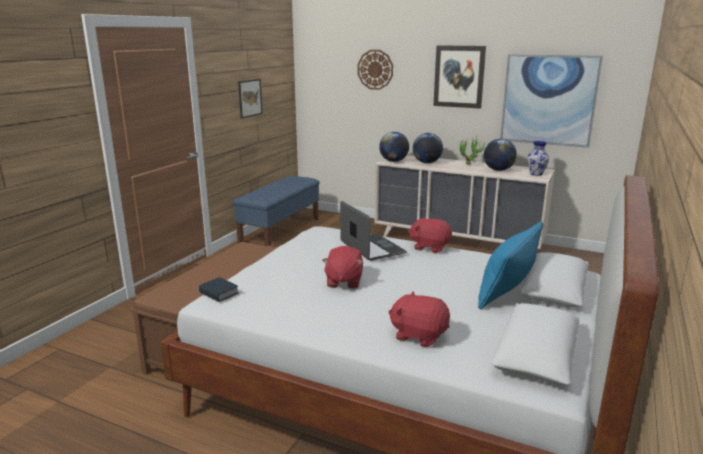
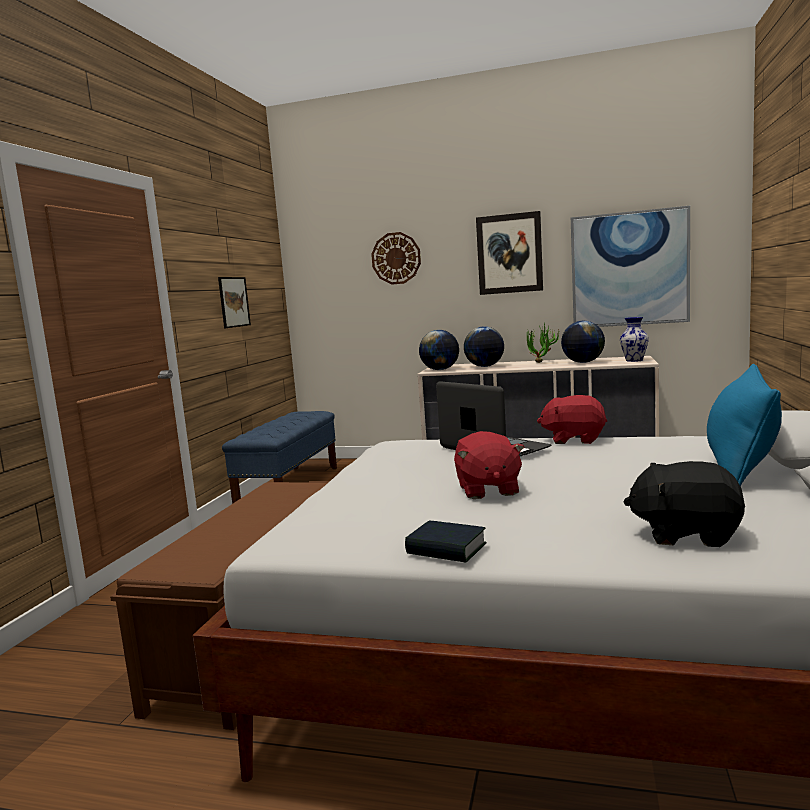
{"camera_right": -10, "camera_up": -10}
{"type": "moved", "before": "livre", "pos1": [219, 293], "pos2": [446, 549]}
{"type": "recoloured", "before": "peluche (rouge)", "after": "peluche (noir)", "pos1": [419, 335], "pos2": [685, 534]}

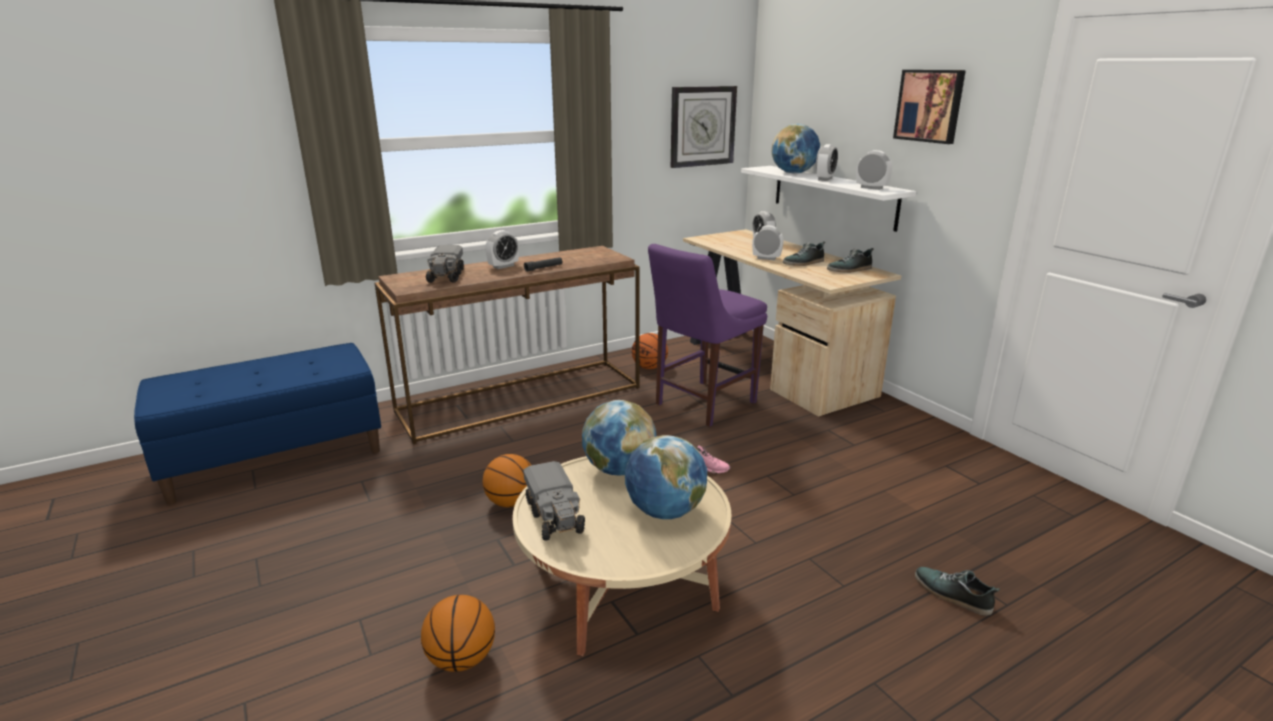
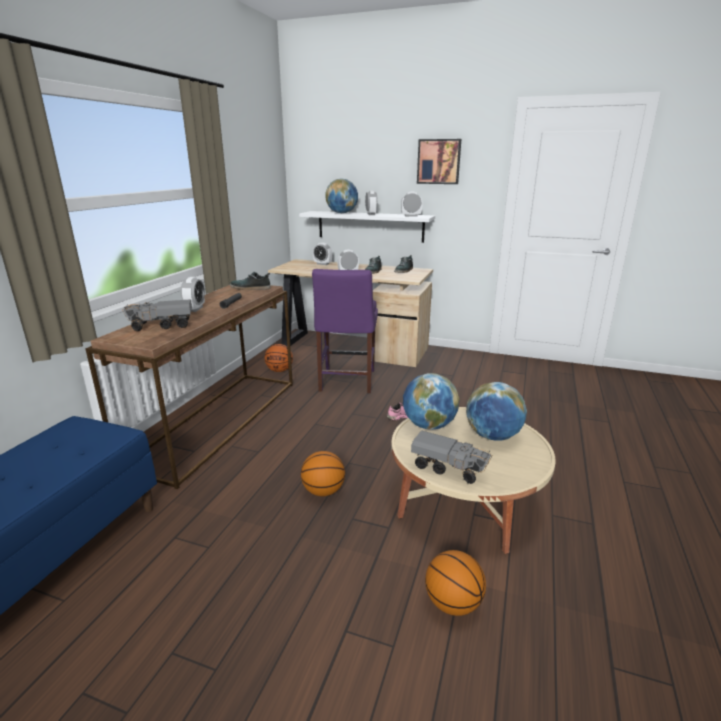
{"camera_right": -40, "camera_up": 0}
{"type": "removed", "before": "horloge murale", "pos1": [702, 126]}
{"type": "turned", "before": "camion jouet", "pos1": [446, 276], "pos2": [162, 325], "turn": 120}
{"type": "moved", "before": "chaussure", "pos1": [952, 595], "pos2": [250, 288]}

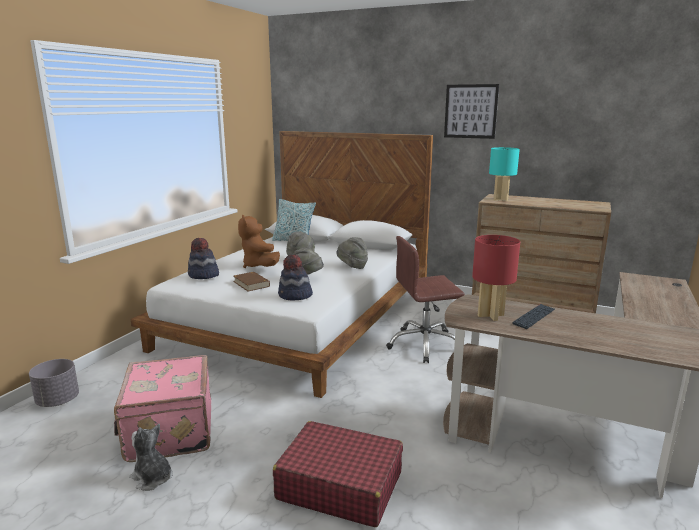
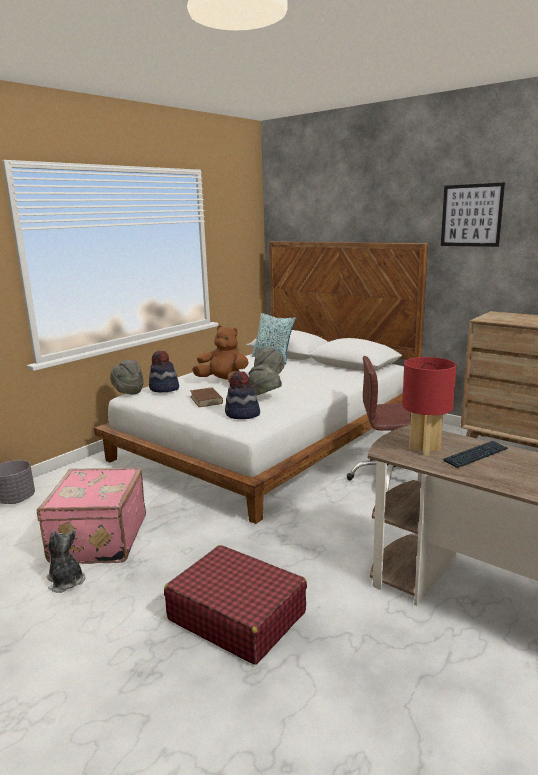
{"camera_right": 15, "camera_up": 0}
{"type": "removed", "before": "lampe de table (turquoise)", "pos1": [500, 199]}
{"type": "turned", "before": "peluche (marron)", "pos1": [259, 266], "pos2": [224, 382], "turn": 120}
{"type": "moved", "before": "chapeau (gris)", "pos1": [352, 267], "pos2": [128, 392]}

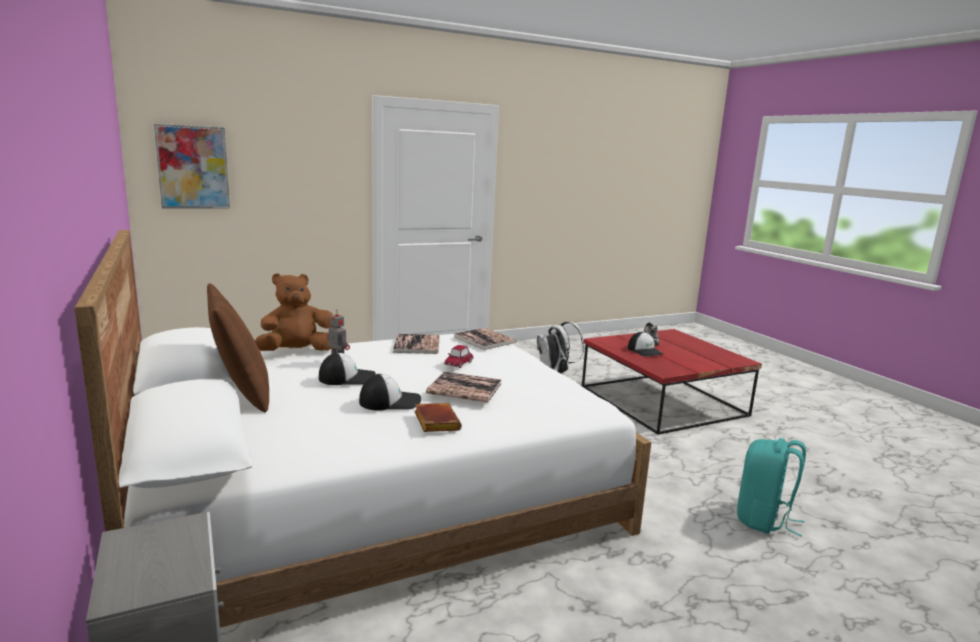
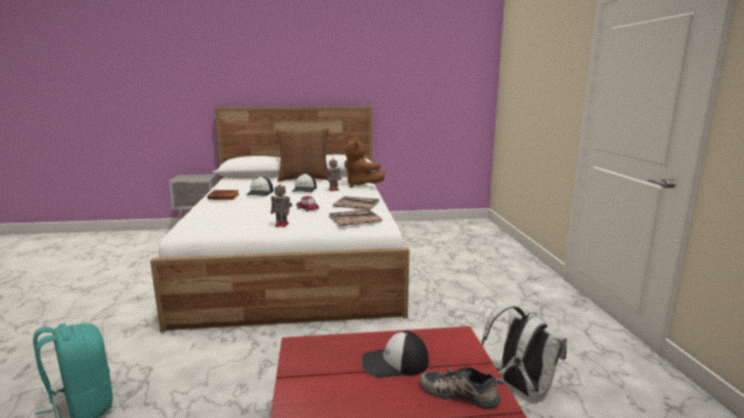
{"camera_right": 110, "camera_up": 0}
{"type": "removed", "before": "tableau", "pos1": [193, 167]}
{"type": "turned", "before": "peluche (marron)", "pos1": [297, 352], "pos2": [361, 185], "turn": 150}
{"type": "removed", "before": "livre", "pos1": [464, 388]}
{"type": "added", "after": "robot jouet", "pos2": [282, 225]}

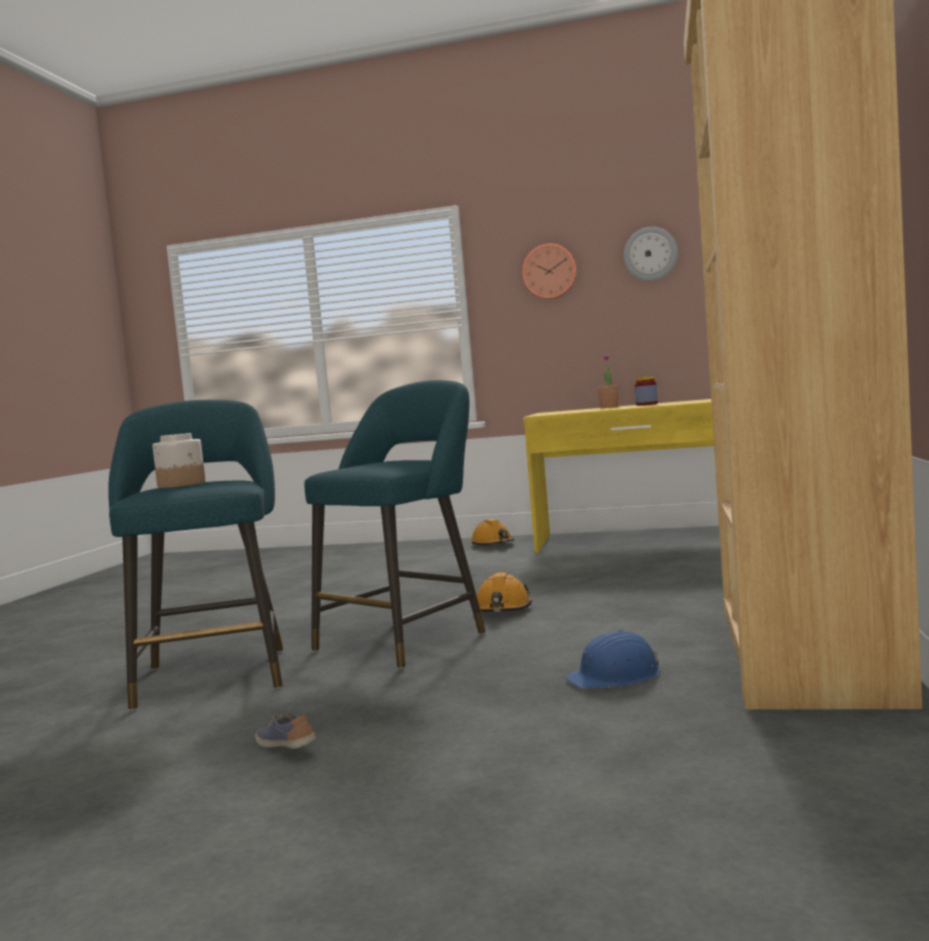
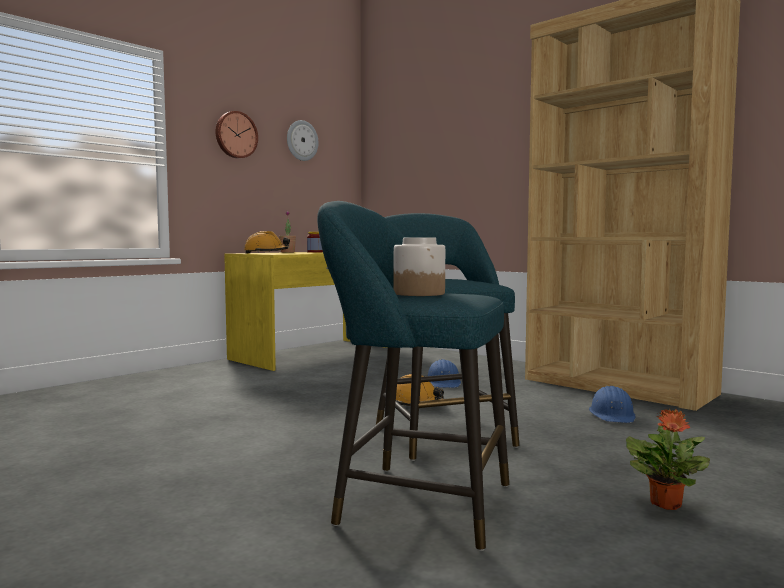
{"camera_right": -60, "camera_up": 0}
{"type": "moved", "before": "casque de chantier (orange)", "pos1": [493, 544], "pos2": [266, 253]}
{"type": "replaced", "before": "chaussure", "after": "plante en pot", "pos1": [287, 747], "pos2": [666, 503]}
{"type": "added", "after": "casque de chantier (bleu)", "pos2": [443, 383]}

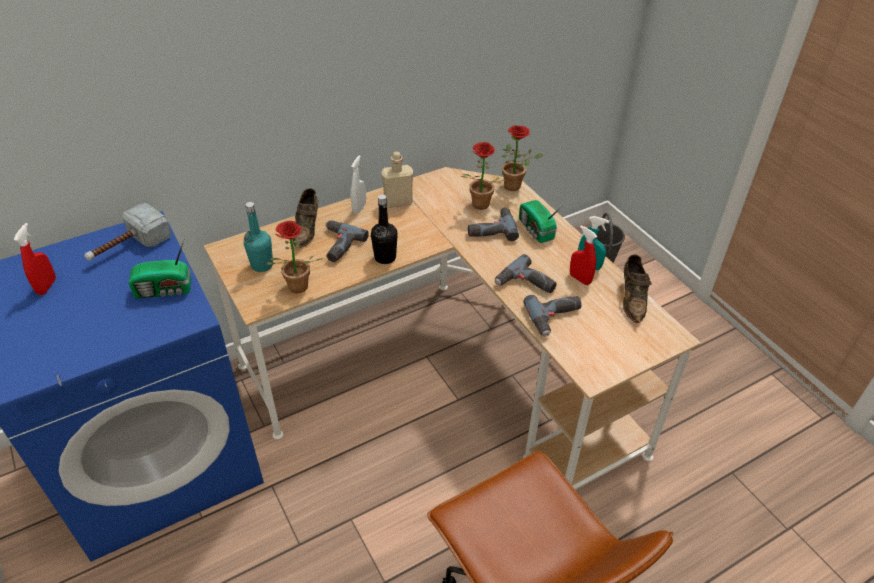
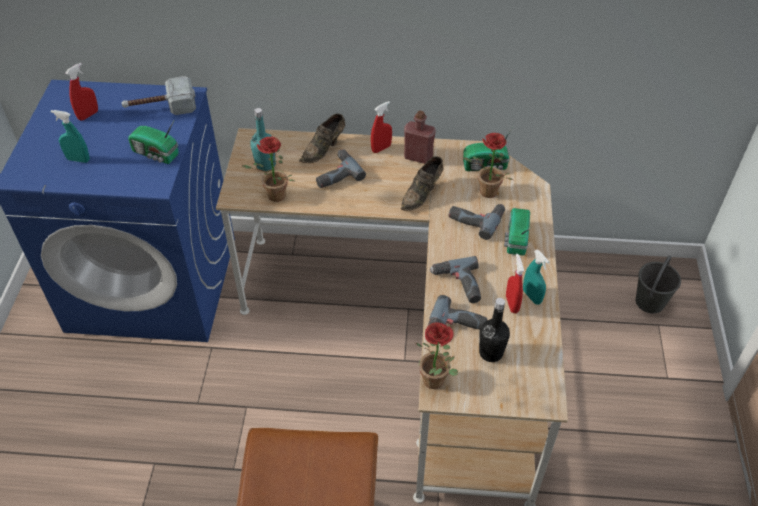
{"camera_right": 35, "camera_up": 5}
{"type": "moved", "before": "plante en pot", "pos1": [516, 186], "pos2": [437, 382]}
{"type": "recoloured", "before": "bouteille (beige)", "after": "bouteille (rouge)", "pos1": [398, 202], "pos2": [418, 157]}
{"type": "recoloured", "before": "vaporisateur (blanc)", "after": "vaporisateur (rouge)", "pos1": [359, 208], "pos2": [381, 148]}
{"type": "moved", "before": "bouteille (noir)", "pos1": [385, 257], "pos2": [491, 353]}
{"type": "moved", "before": "chaussure (marron)", "pos1": [632, 299], "pos2": [422, 194]}
{"type": "added", "after": "vaporisateur (turquoise)", "pos2": [78, 159]}
{"type": "added", "after": "radio", "pos2": [486, 166]}

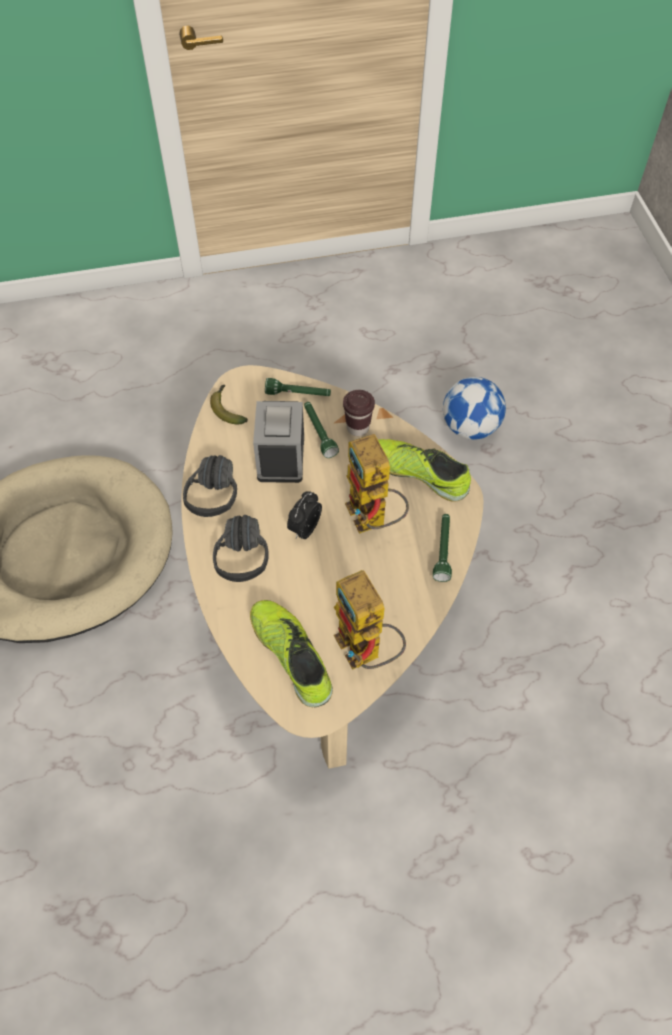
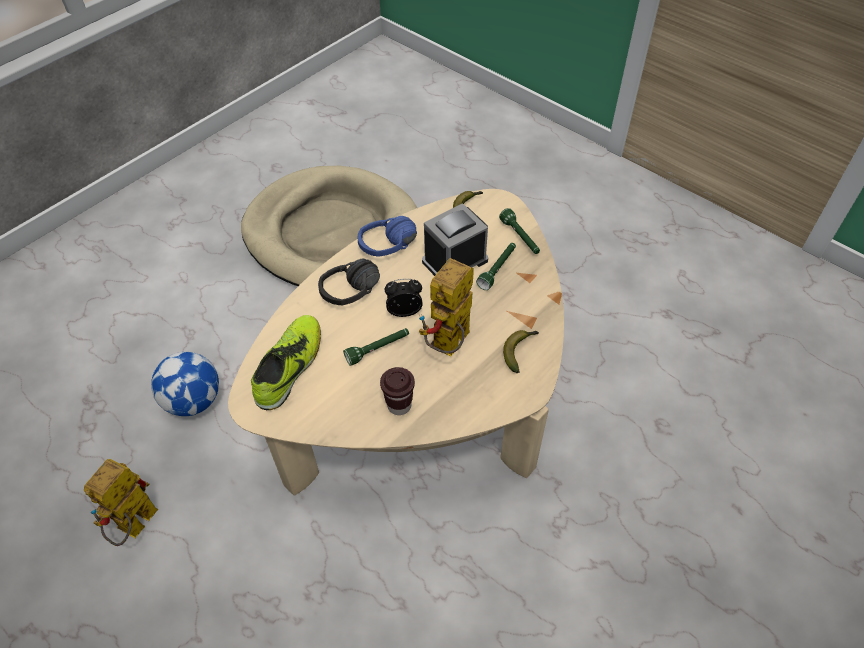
{"camera_right": 55, "camera_up": -5}
{"type": "moved", "before": "ballon de foot", "pos1": [470, 427], "pos2": [194, 401]}
{"type": "moved", "before": "tasse (marron)", "pos1": [358, 428], "pos2": [399, 405]}
{"type": "replaced", "before": "chaussure", "after": "banane", "pos1": [417, 474], "pos2": [520, 351]}
{"type": "recoloured", "before": "casque audio (noir)", "after": "casque audio (bleu)", "pos1": [224, 496], "pos2": [392, 250]}
{"type": "moved", "before": "lampe de poche (vert)", "pos1": [443, 550], "pos2": [378, 349]}
{"type": "moved", "before": "robot jouet", "pos1": [365, 653], "pos2": [135, 528]}

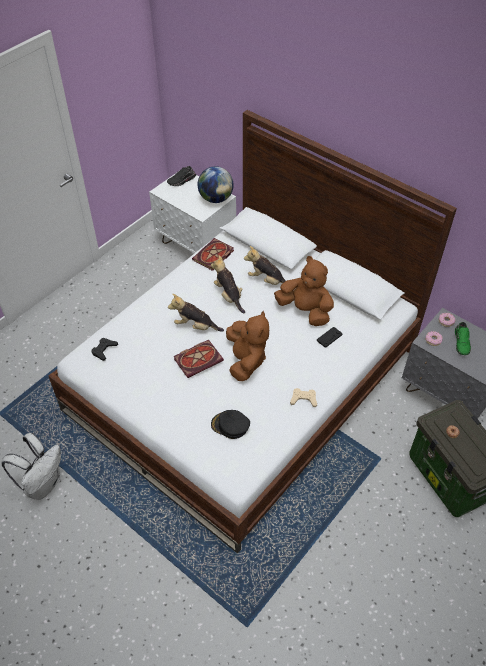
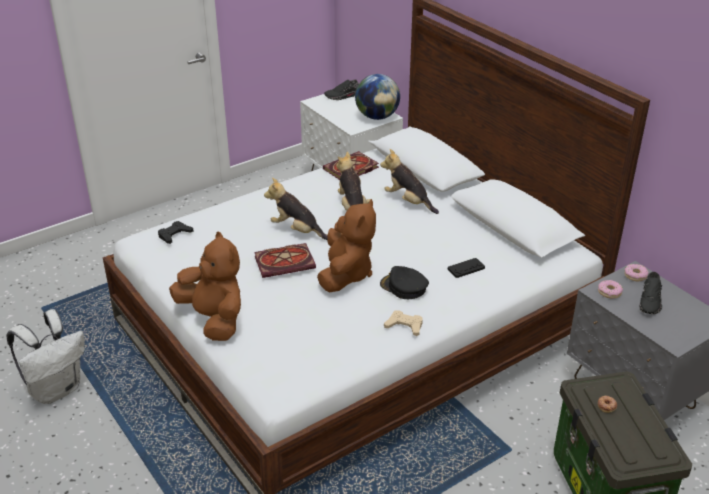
{"camera_right": 15, "camera_up": -15}
{"type": "moved", "before": "peluche (marron)", "pos1": [305, 310], "pos2": [214, 319]}
{"type": "recoloured", "before": "chaussure (vert)", "after": "chaussure (noir)", "pos1": [462, 342], "pos2": [651, 301]}
{"type": "moved", "before": "casquette (noir)", "pos1": [230, 426], "pos2": [403, 287]}

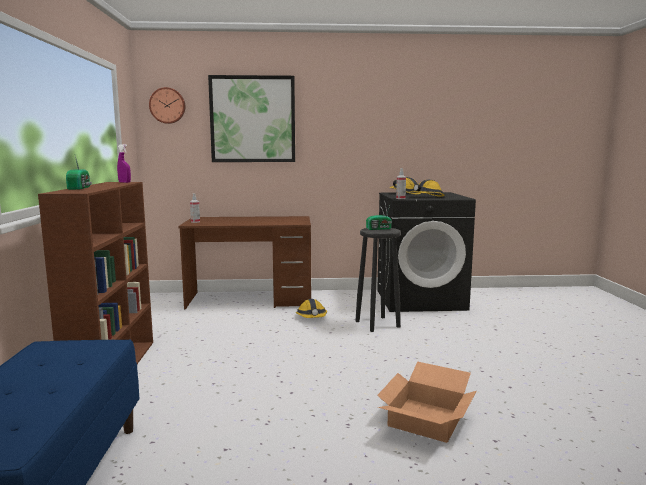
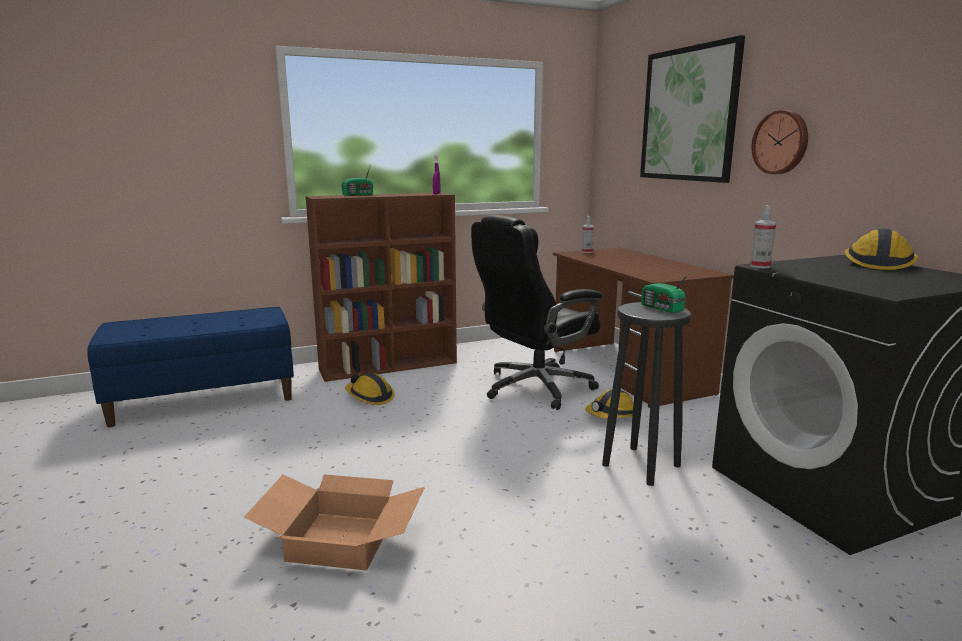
{"camera_right": 70, "camera_up": 5}
{"type": "moved", "before": "horloge murale", "pos1": [167, 105], "pos2": [781, 142]}
{"type": "moved", "before": "casque de chantier", "pos1": [427, 197], "pos2": [369, 397]}
{"type": "added", "after": "chaise de bureau (noir)", "pos2": [535, 388]}

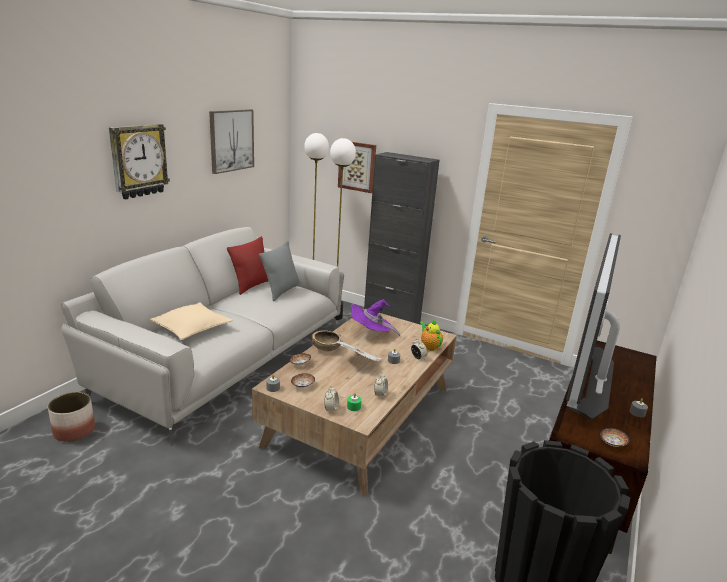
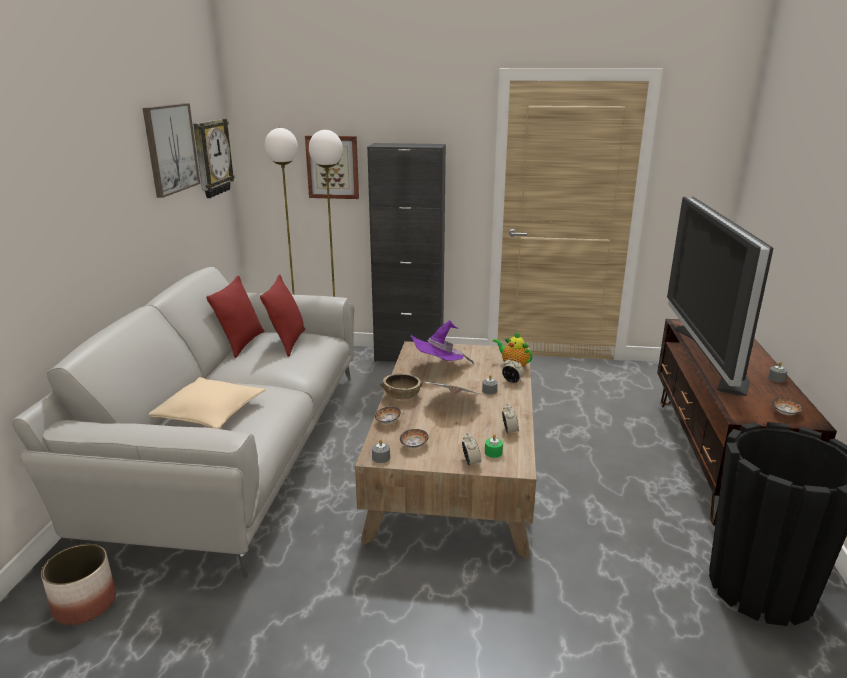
{"camera_right": -20, "camera_up": 0}
{"type": "moved", "before": "horloge murale", "pos1": [138, 161], "pos2": [211, 158]}
{"type": "recoloured", "before": "coussin (gris)", "after": "coussin (rouge)", "pos1": [281, 291], "pos2": [287, 342]}

